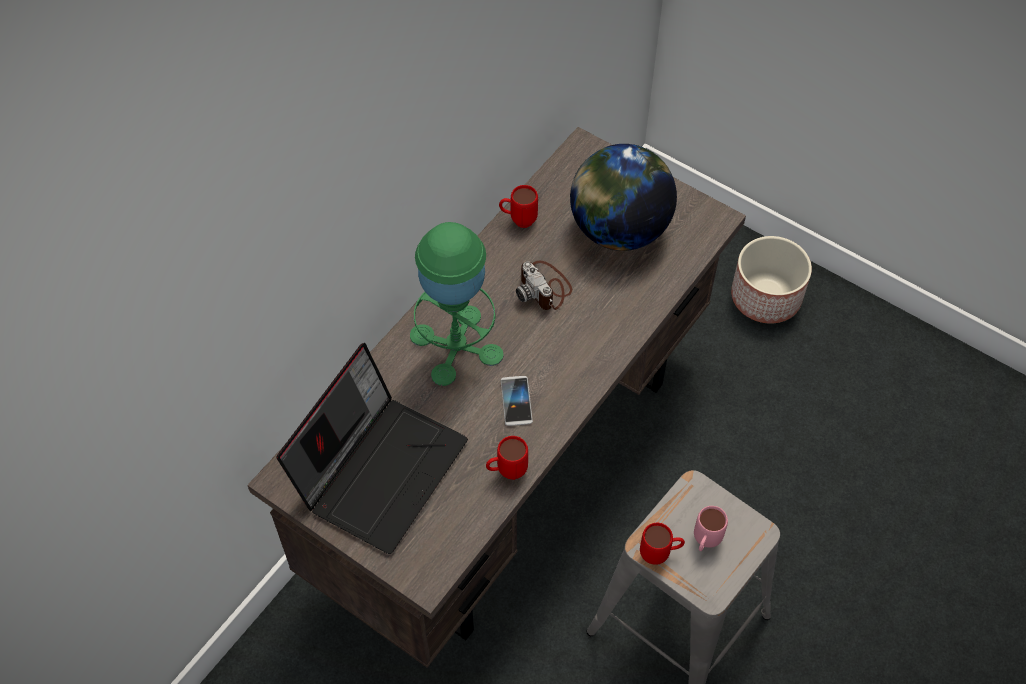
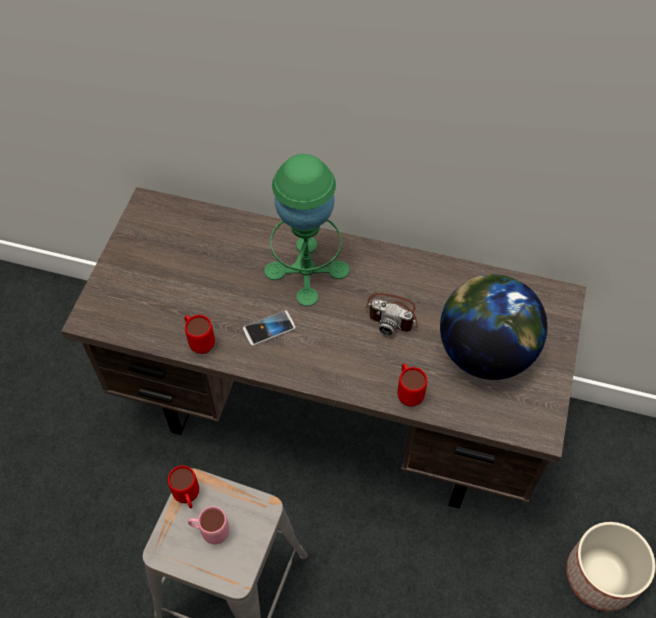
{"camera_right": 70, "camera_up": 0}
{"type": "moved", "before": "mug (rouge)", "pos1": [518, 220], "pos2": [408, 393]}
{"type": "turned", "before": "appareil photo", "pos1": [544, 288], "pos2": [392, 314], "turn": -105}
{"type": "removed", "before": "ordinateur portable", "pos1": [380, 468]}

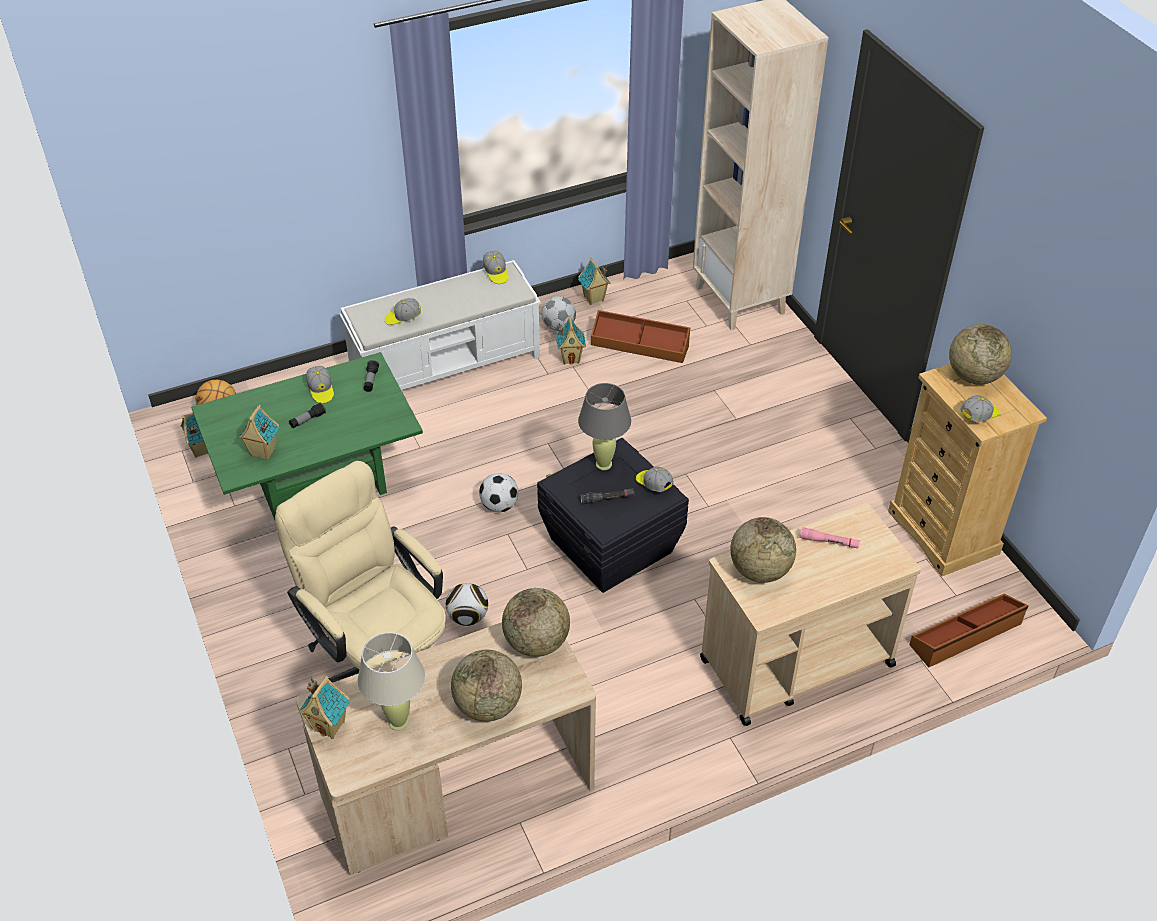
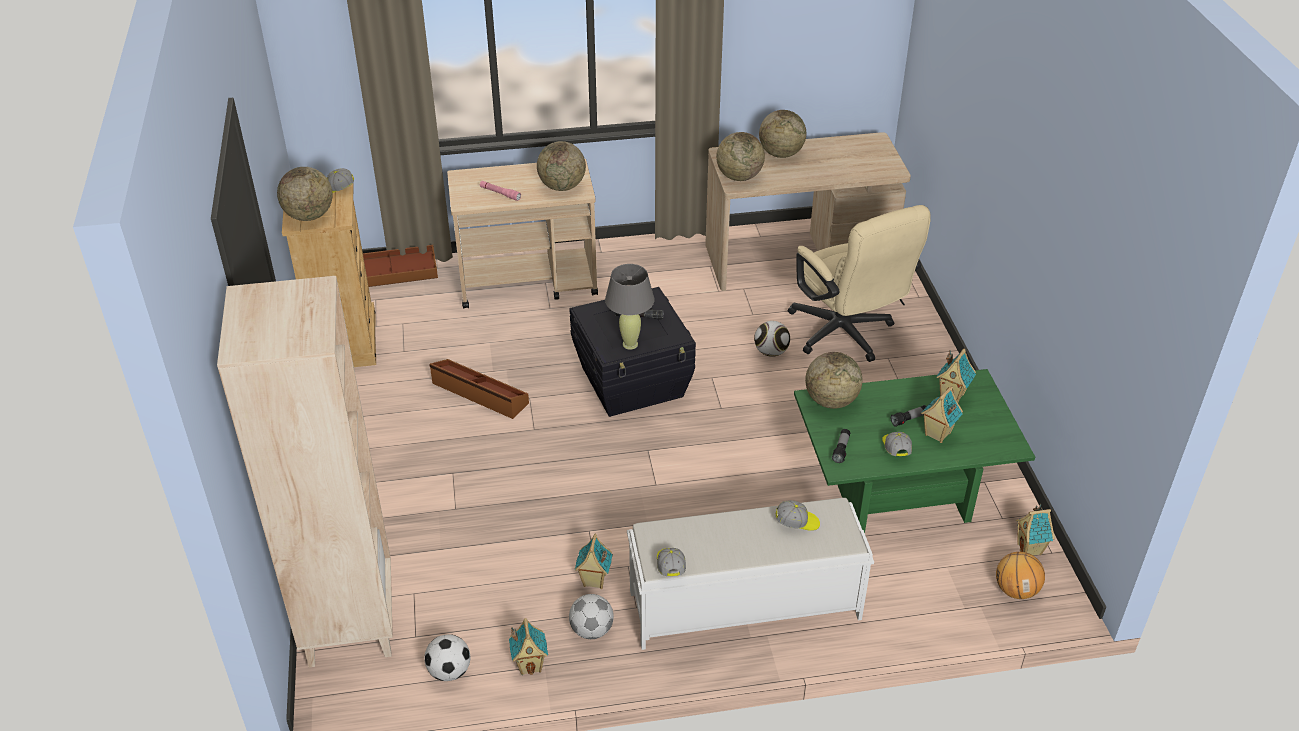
{"camera_right": -165, "camera_up": -5}
{"type": "moved", "before": "boîte de rangement (marron)", "pos1": [640, 345], "pos2": [479, 394]}
{"type": "removed", "before": "casquette", "pos1": [653, 484]}
{"type": "moved", "before": "ballon de foot", "pos1": [499, 505], "pos2": [449, 671]}
{"type": "removed", "before": "lampe de table (beige)", "pos1": [398, 722]}
{"type": "moved", "before": "maison miniature", "pos1": [330, 725], "pos2": [936, 434]}
{"type": "added", "after": "globe", "pos2": [831, 401]}

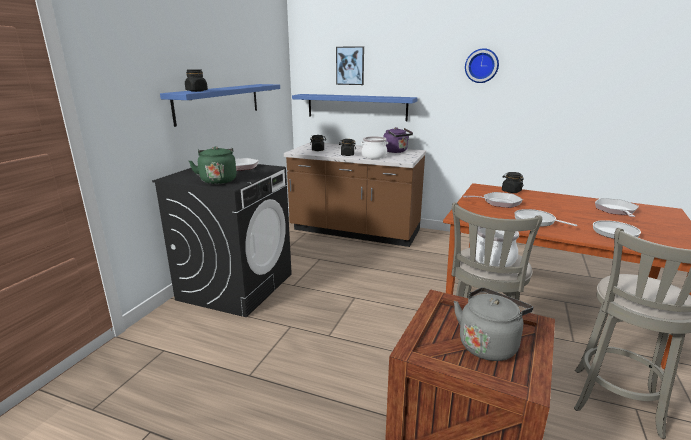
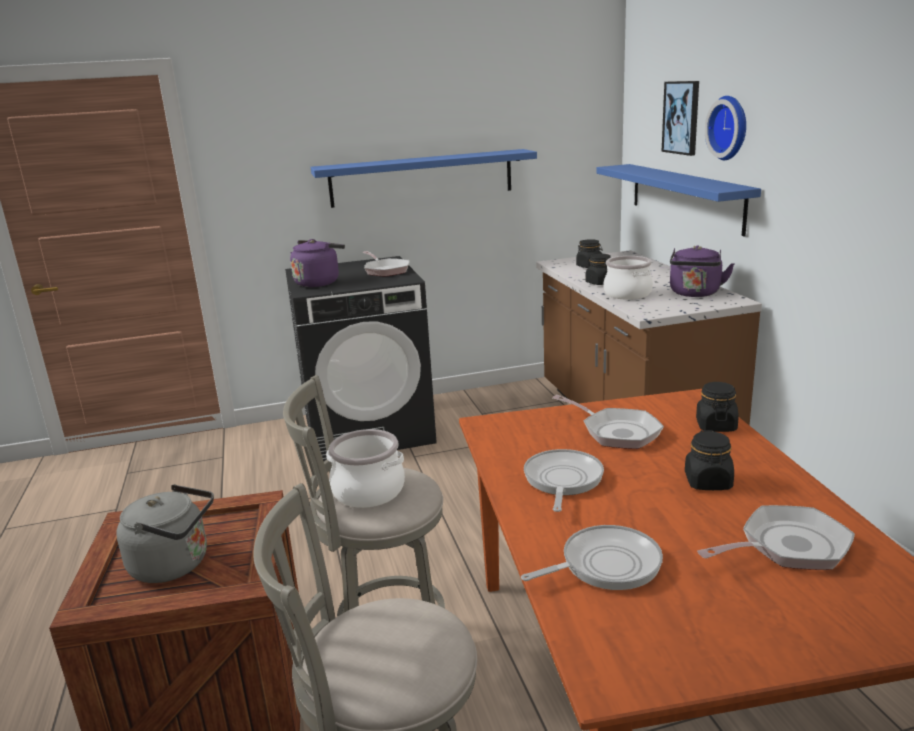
{"camera_right": 55, "camera_up": 0}
{"type": "moved", "before": "horloge murale", "pos1": [481, 65], "pos2": [730, 128]}
{"type": "moved", "before": "bocal (noir)", "pos1": [197, 91], "pos2": [708, 482]}
{"type": "recoloured", "before": "bouilloire (vert)", "after": "bouilloire (violet)", "pos1": [218, 180], "pos2": [319, 282]}

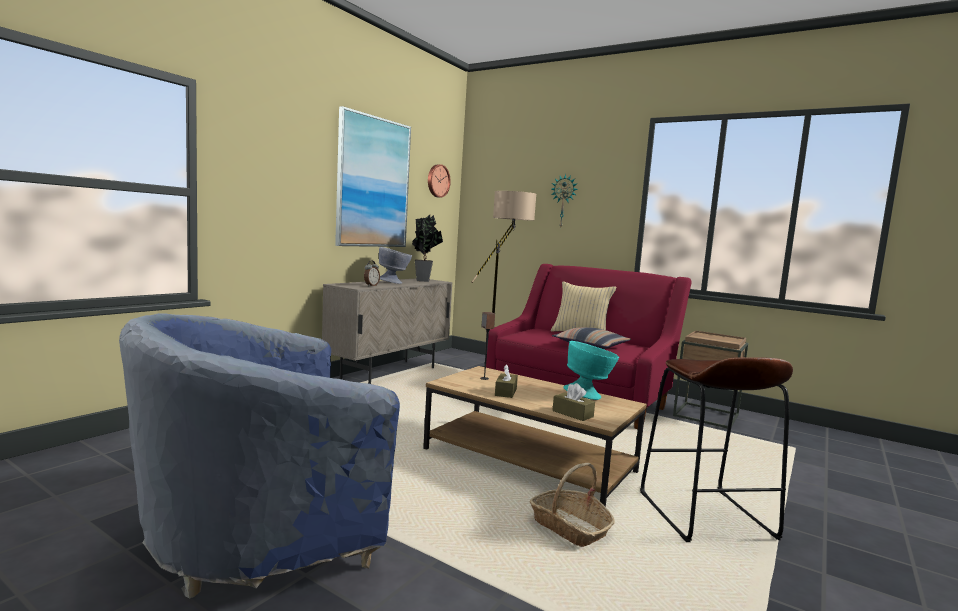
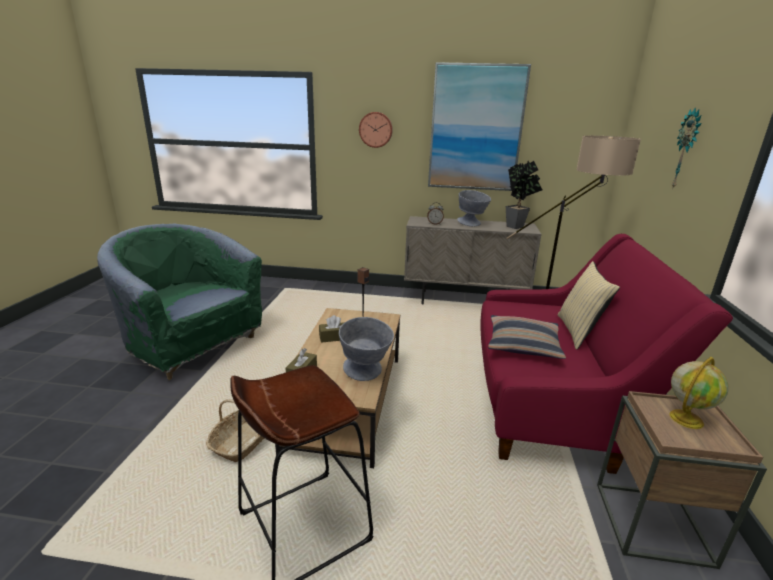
{"camera_right": 65, "camera_up": 15}
{"type": "moved", "before": "horloge murale", "pos1": [437, 181], "pos2": [376, 129]}
{"type": "recoloured", "before": "fauteuil (bleu)", "after": "fauteuil (vert)", "pos1": [266, 535], "pos2": [191, 345]}
{"type": "recoloured", "before": "bol (turquoise)", "after": "bol (gris)", "pos1": [589, 396], "pos2": [365, 374]}
{"type": "added", "after": "globe", "pos2": [686, 418]}

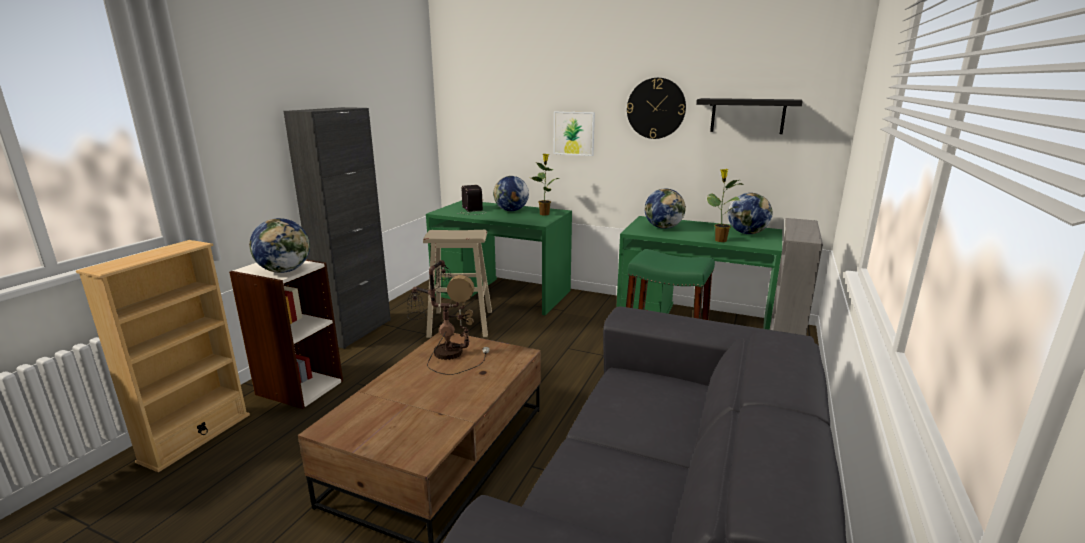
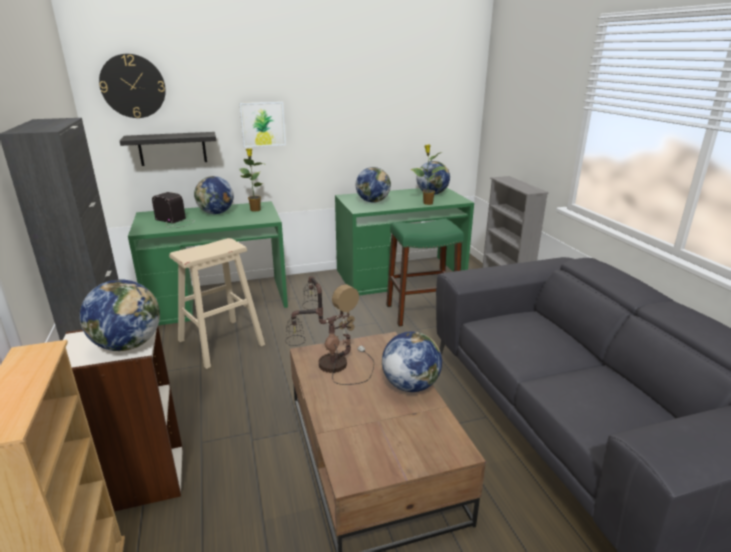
{"camera_right": -40, "camera_up": 5}
{"type": "moved", "before": "horloge murale", "pos1": [656, 108], "pos2": [133, 86]}
{"type": "moved", "before": "étagère (noir)", "pos1": [747, 116], "pos2": [172, 148]}
{"type": "added", "after": "globe", "pos2": [410, 385]}

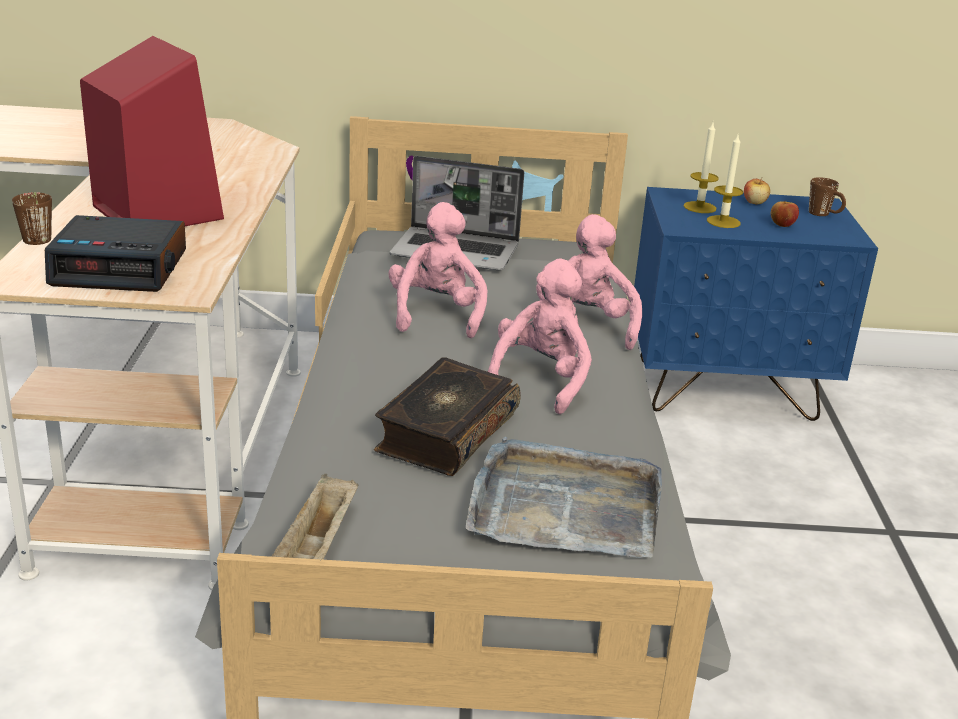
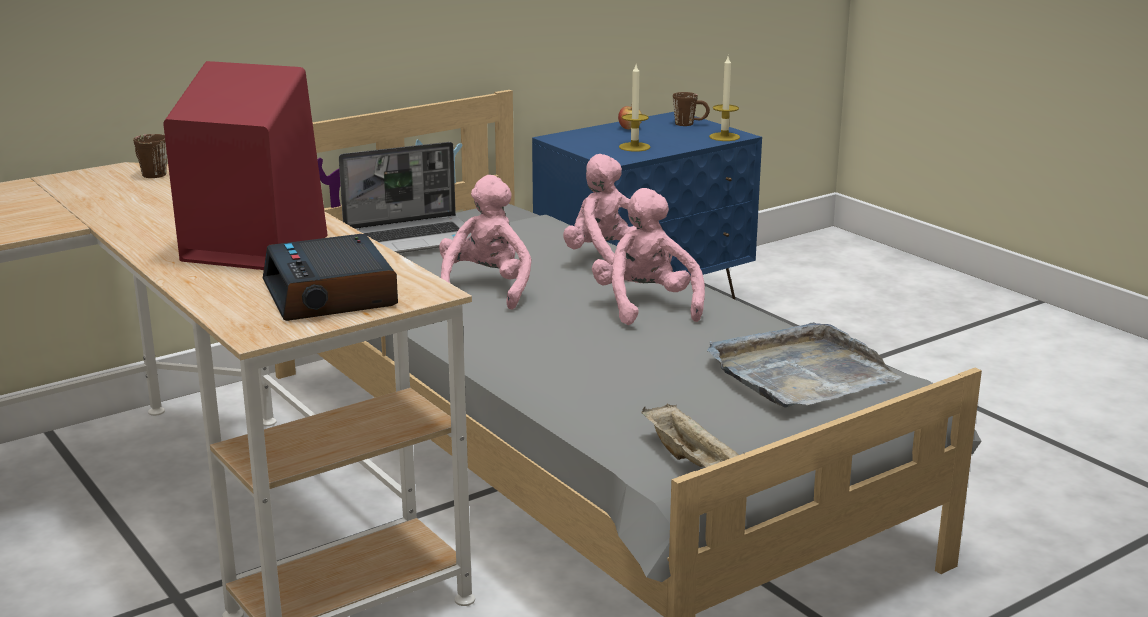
{"camera_right": -35, "camera_up": -5}
{"type": "moved", "before": "bougie", "pos1": [699, 207], "pos2": [724, 137]}
{"type": "moved", "before": "mug (marron)", "pos1": [38, 236], "pos2": [150, 173]}
{"type": "removed", "before": "pomme", "pos1": [782, 225]}
{"type": "turned", "before": "peluche (rose)", "pos1": [436, 315], "pos2": [486, 289], "turn": 45}
{"type": "turned", "before": "réveil", "pos1": [121, 268], "pos2": [331, 294], "turn": 105}
{"type": "removed", "before": "livre", "pos1": [445, 433]}

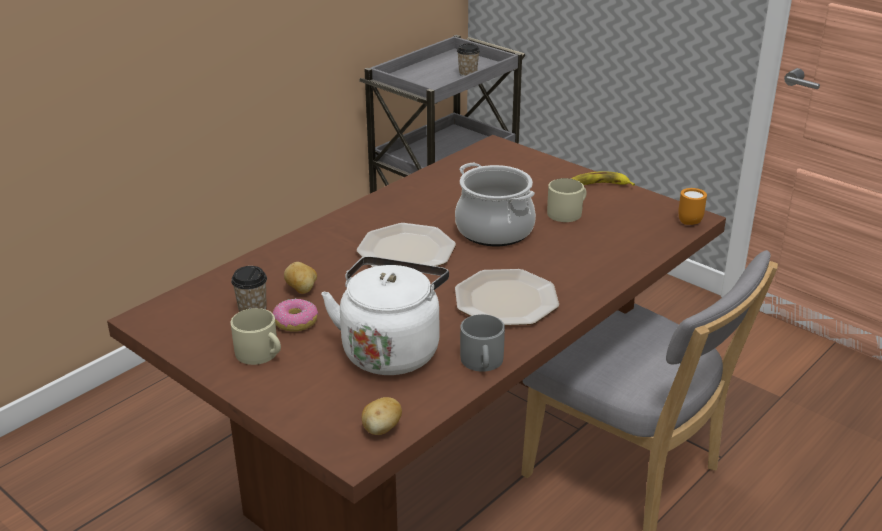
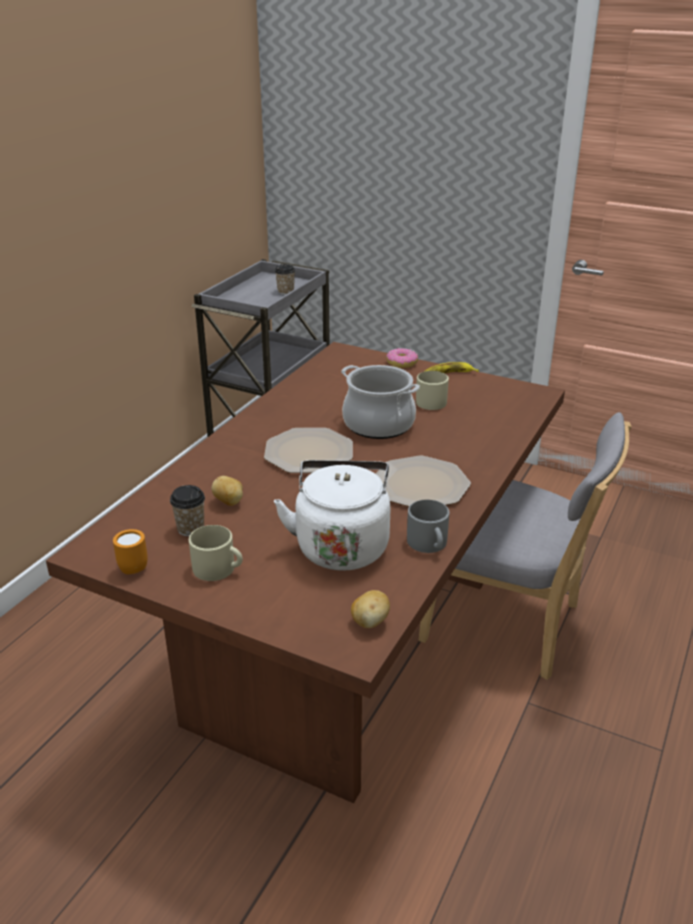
{"camera_right": -15, "camera_up": 0}
{"type": "moved", "before": "mug (orange)", "pos1": [688, 220], "pos2": [132, 566]}
{"type": "moved", "before": "beignet", "pos1": [296, 322], "pos2": [402, 363]}

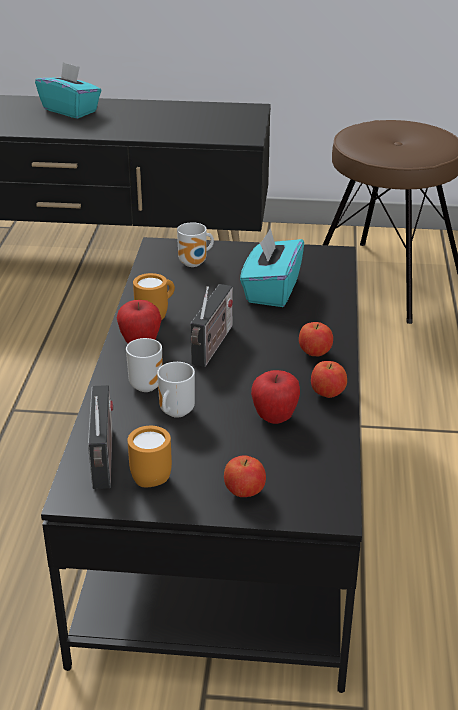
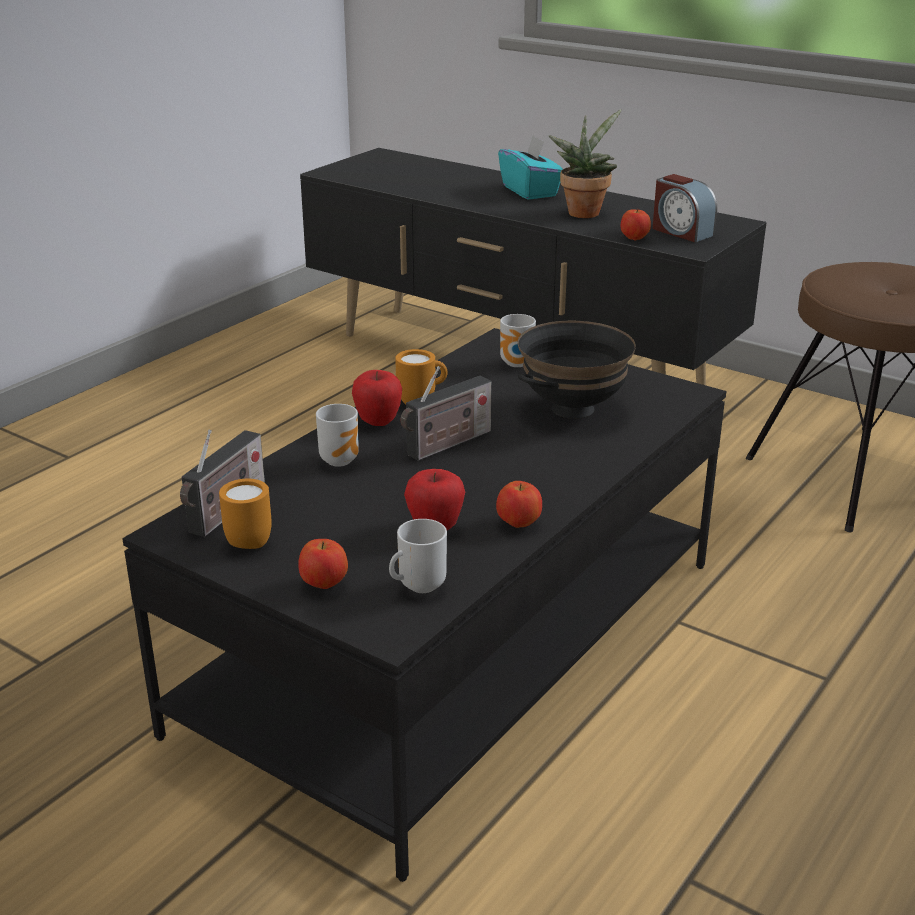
{"camera_right": 30, "camera_up": -5}
{"type": "replaced", "before": "boîte à mouchoirs (turquoise)", "after": "bol (noir)", "pos1": [271, 290], "pos2": [573, 409]}
{"type": "moved", "before": "pomme", "pos1": [315, 353], "pos2": [634, 239]}
{"type": "moved", "before": "mug", "pos1": [174, 413], "pos2": [418, 586]}
{"type": "added", "after": "plante en pot", "pos2": [584, 212]}
{"type": "added", "after": "réveil", "pos2": [681, 232]}

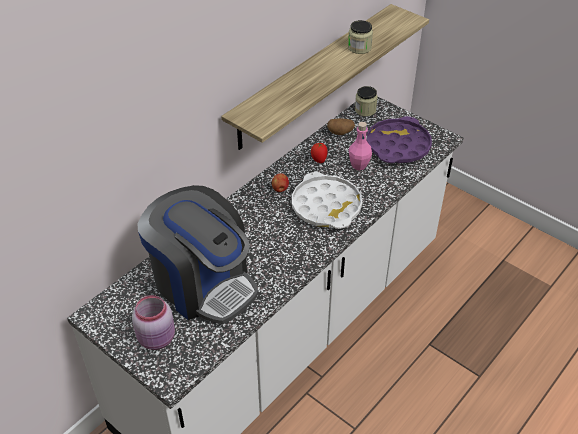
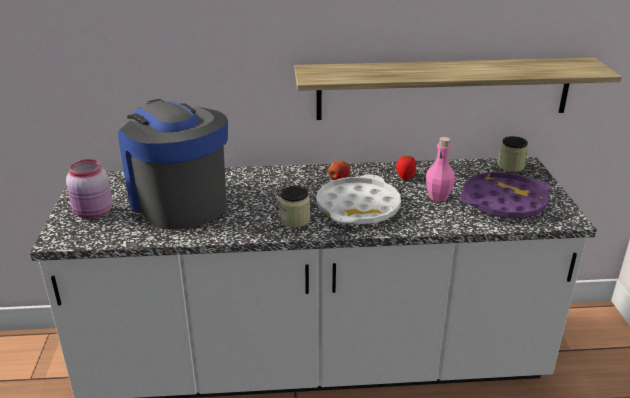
{"camera_right": 45, "camera_up": -15}
{"type": "moved", "before": "bocal", "pos1": [359, 48], "pos2": [294, 220]}
{"type": "removed", "before": "pomme de terre", "pos1": [340, 132]}
{"type": "turned", "before": "machine à café", "pos1": [203, 284], "pos2": [178, 201], "turn": 150}

